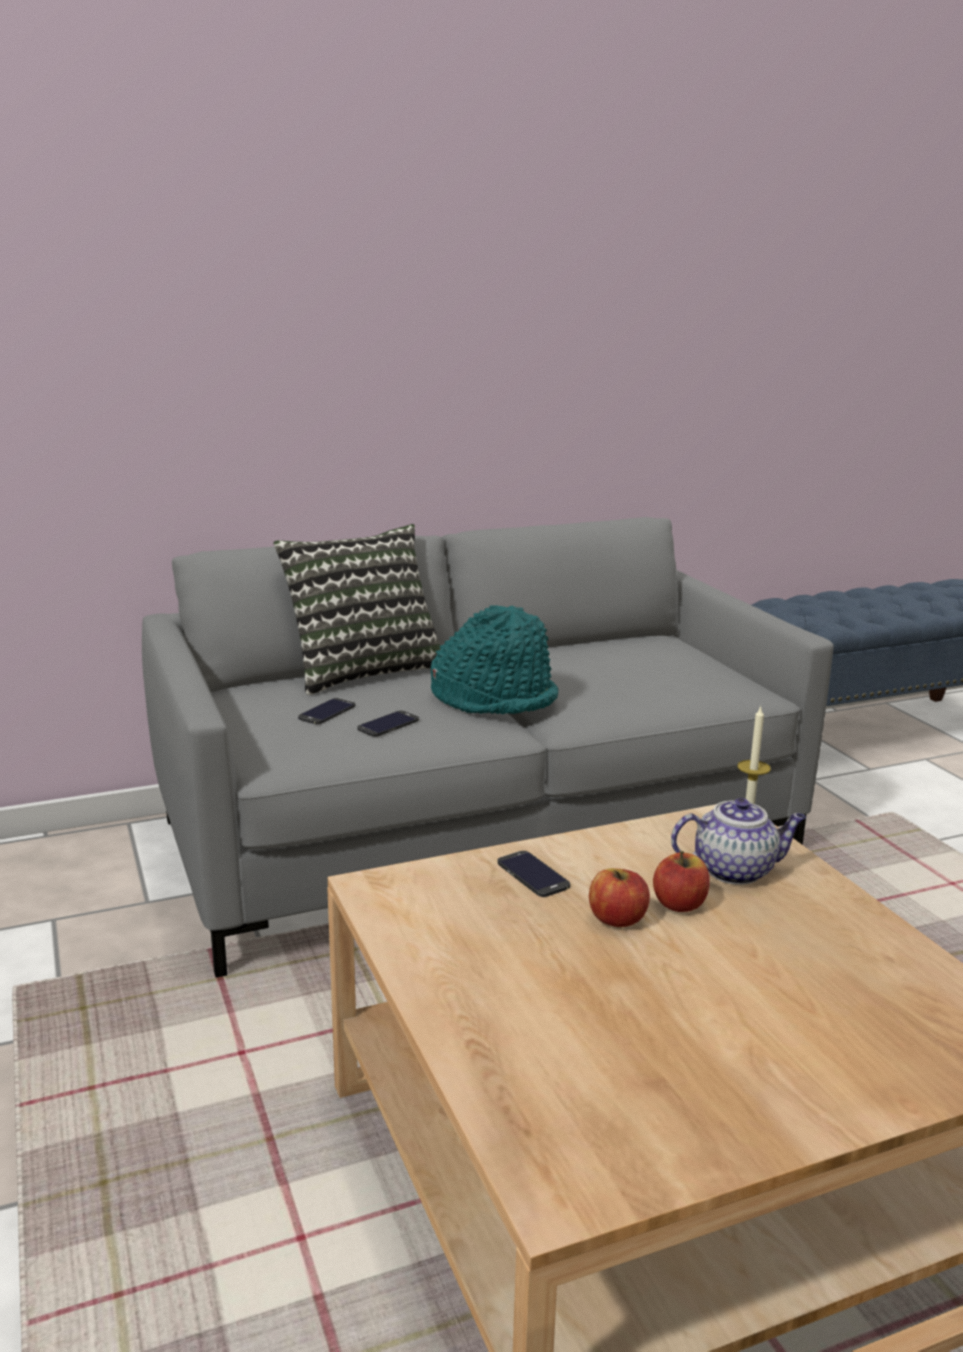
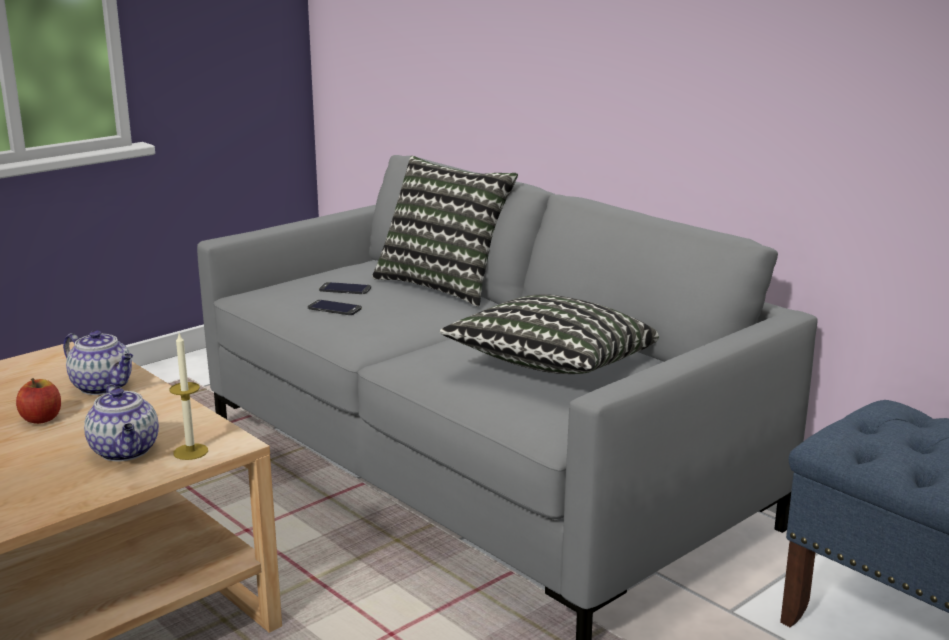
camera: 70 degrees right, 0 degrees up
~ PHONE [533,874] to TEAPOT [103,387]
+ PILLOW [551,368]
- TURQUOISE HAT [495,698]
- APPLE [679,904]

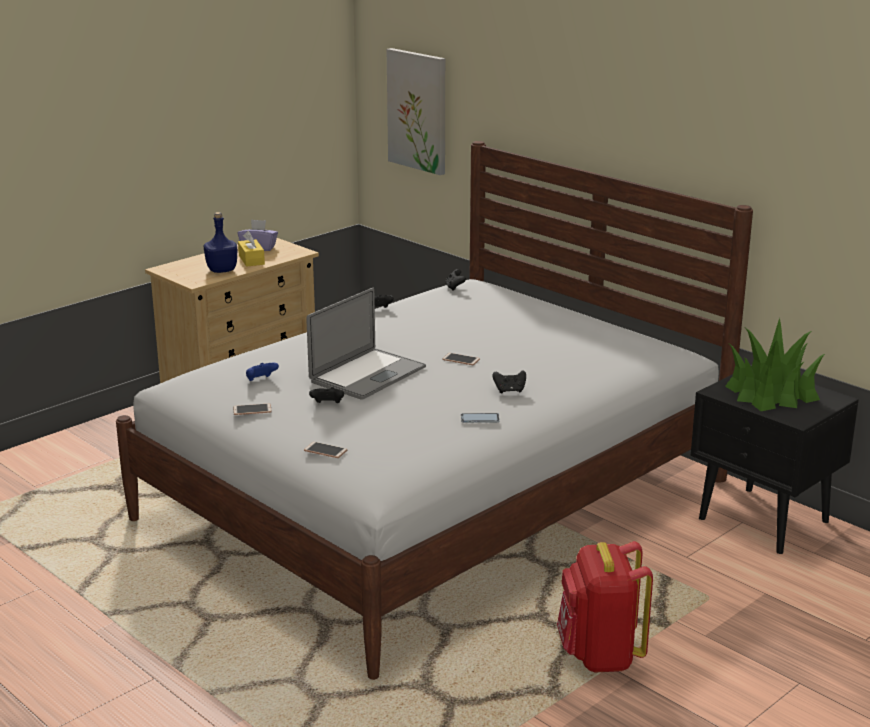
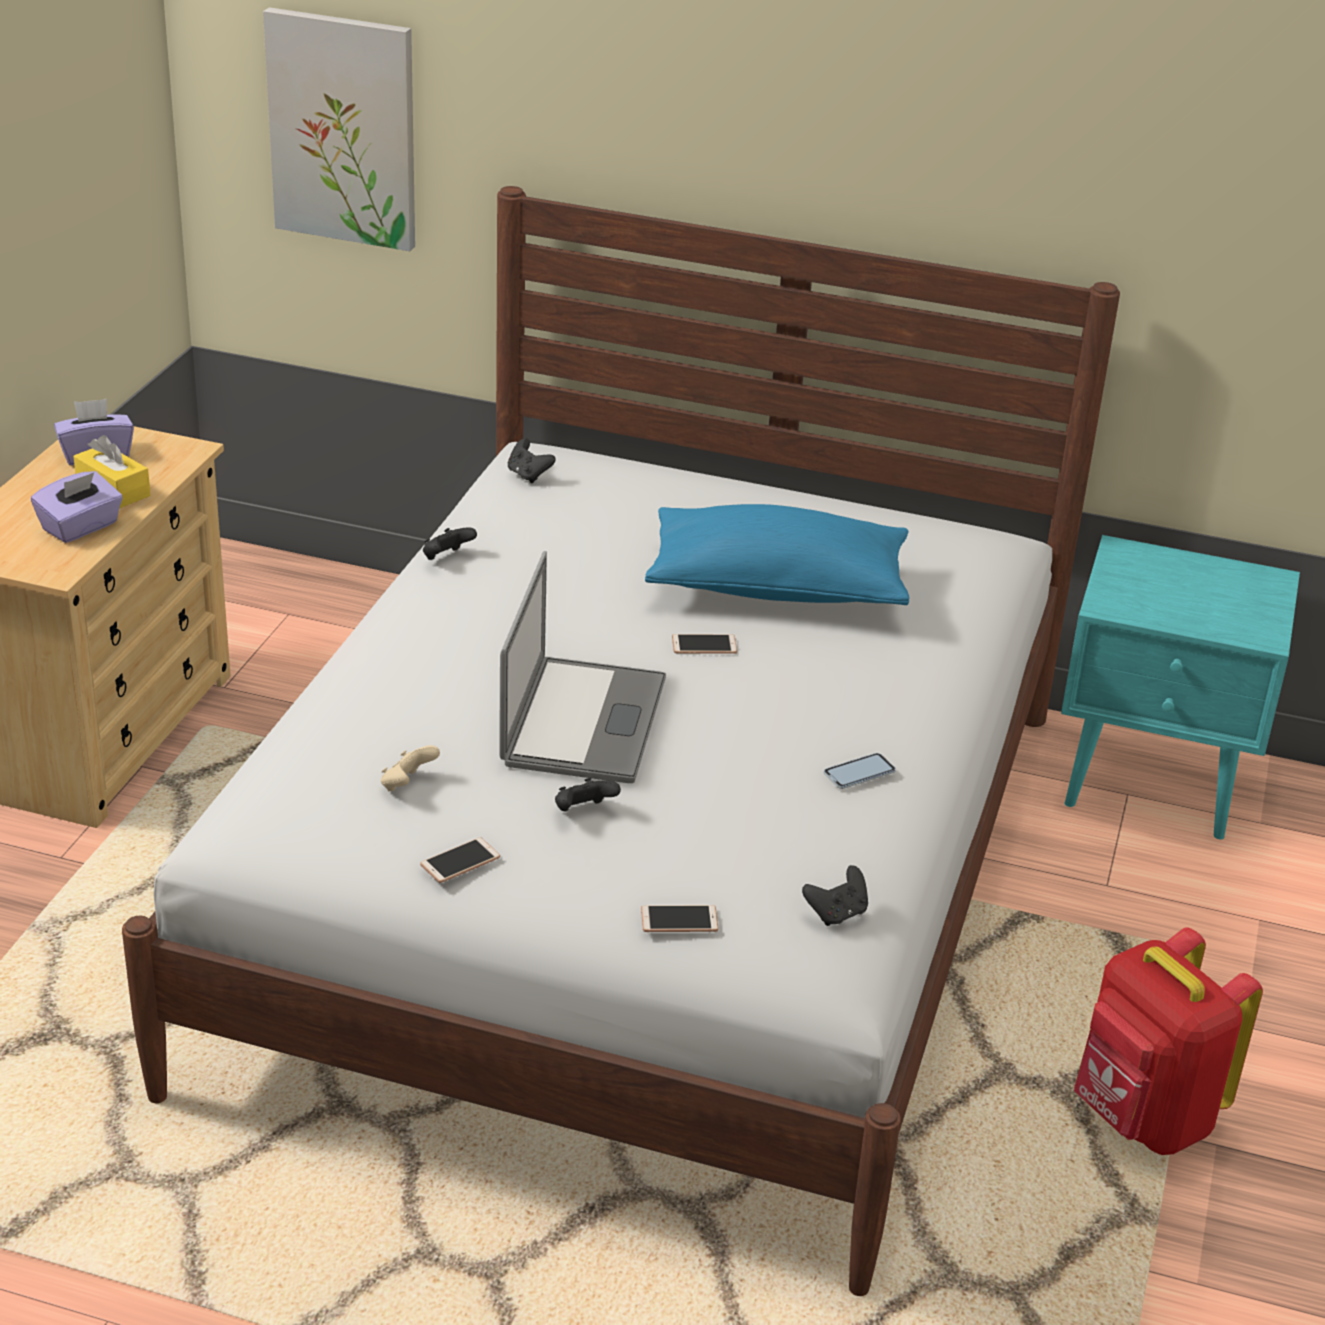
camera: 30 degrees left, 10 degrees up
~ BLUE BOTTLE [222,270] to PURPLE TISSUE BOX [80,527]
~ BLUE GAME CONTROLLER [261,380] to BEIGE GAME CONTROLLER [407,785]
+ BLUE PILLOW [777,588]
~ BLACK GAME CONTROLLER [509,391] to [837,913]
~ BLACK NIGHTSTAND [764,521] to TURQUOISE NIGHTSTAND [1154,783]
- POTTED PLANT [770,393]

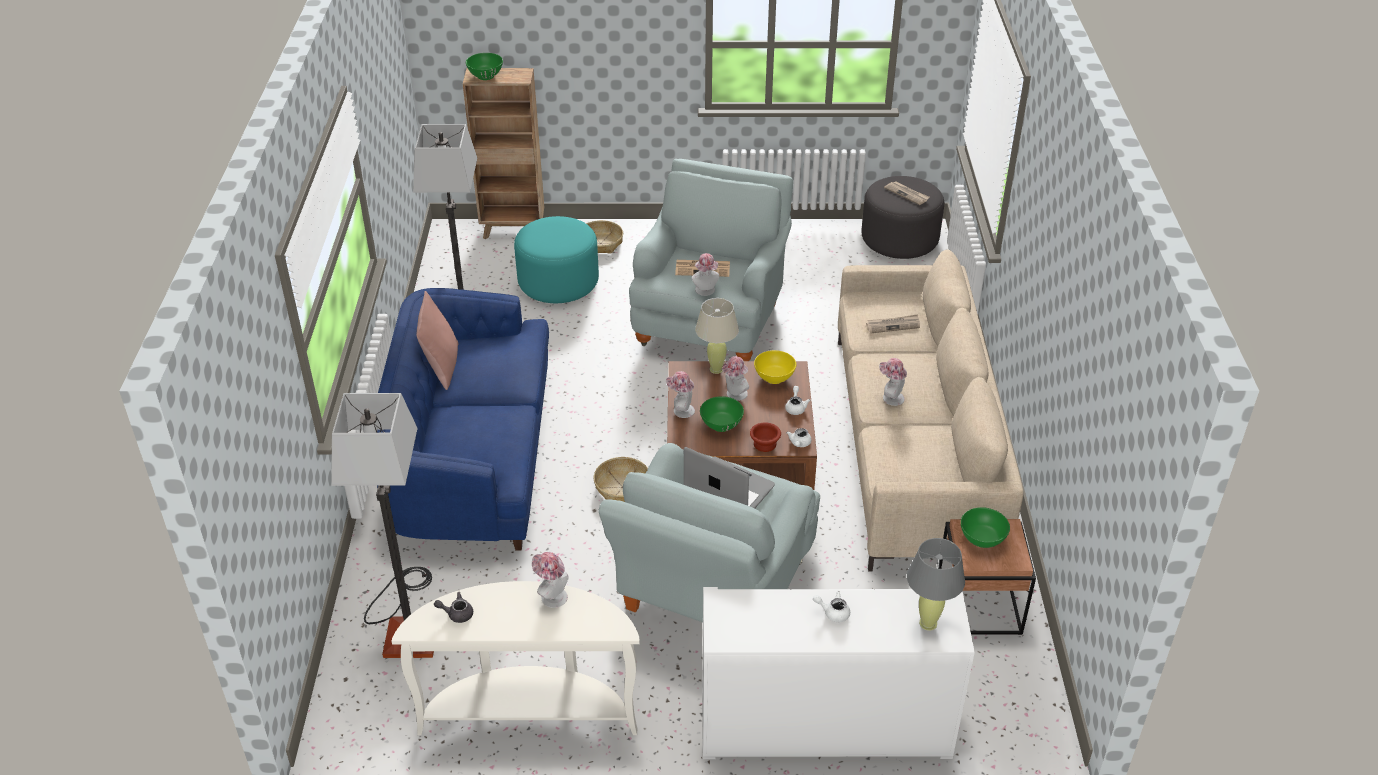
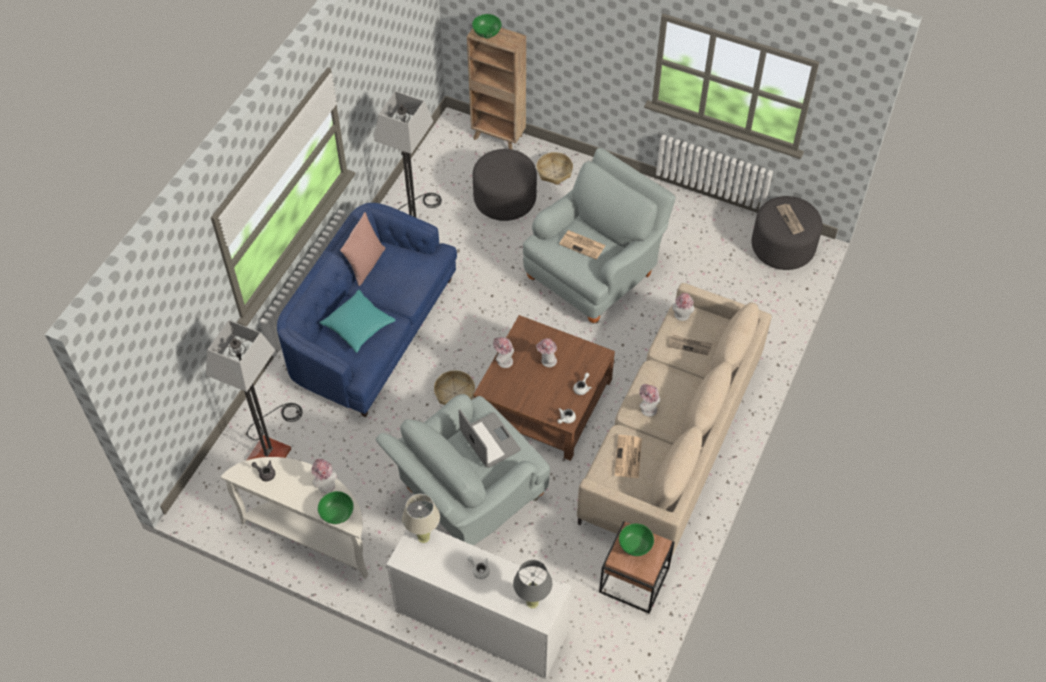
camera: 25 degrees right, 15 degrees up
~ GREEN BOWL [721,425] to [337,514]
+ TURQUOISE PILLOW [358,326]
~ BEIGE TABLE LAMP [716,369] to [423,537]
~ TURQUOISE OTTOMAN [558,283] to GREY OTTOMAN [504,199]
+ NEWSPAPER [628,457]
~ HAT [706,291] to [682,316]
- BROWN BOWL [765,445]
- YELLOW BOWL [774,378]

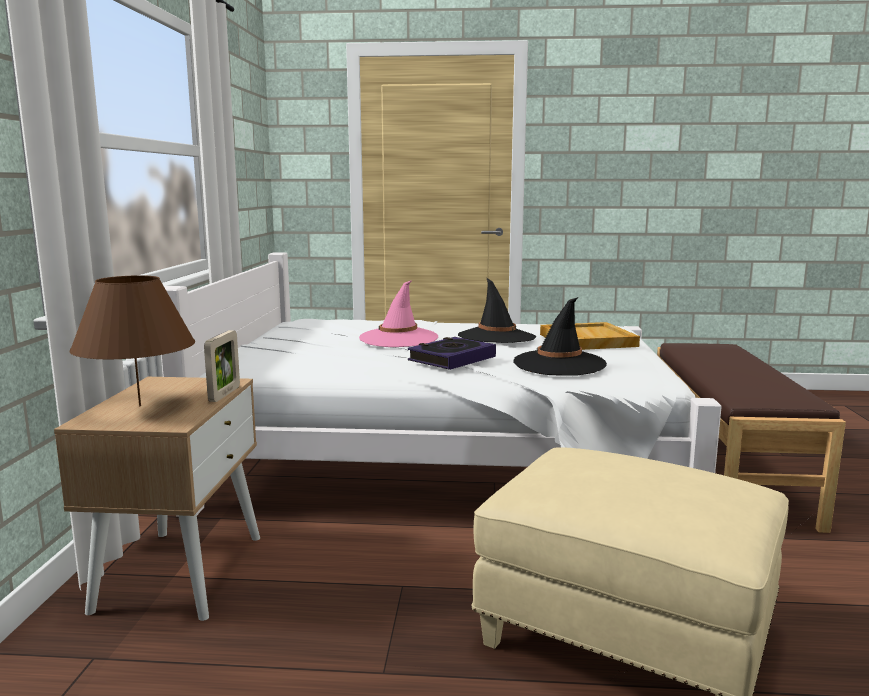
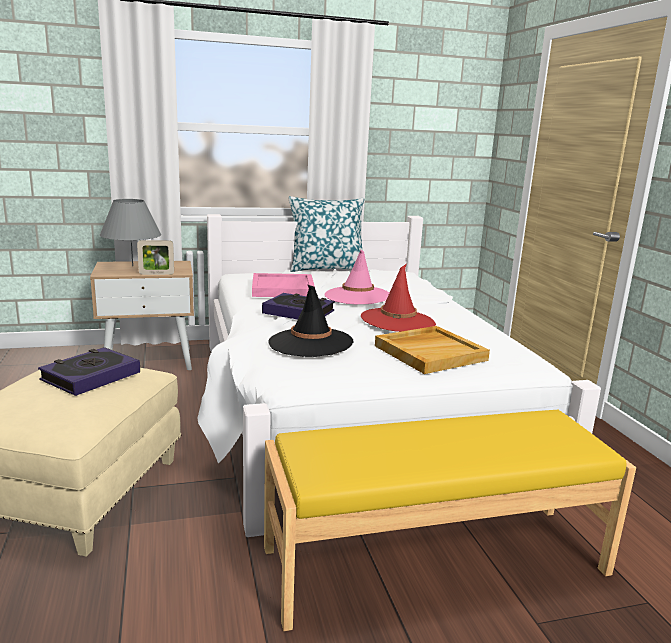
camera: 70 degrees right, 5 degrees up
+ BOOK [90,376]
~ BROWN TABLE LAMP [140,406] to GREY TABLE LAMP [132,266]
+ PINK TRAY [283,289]
~ BROWN BENCH [723,469] to YELLOW BENCH [434,559]
+ PILLOW [326,268]
~ BLACK HAT [496,337] to RED HAT [398,321]

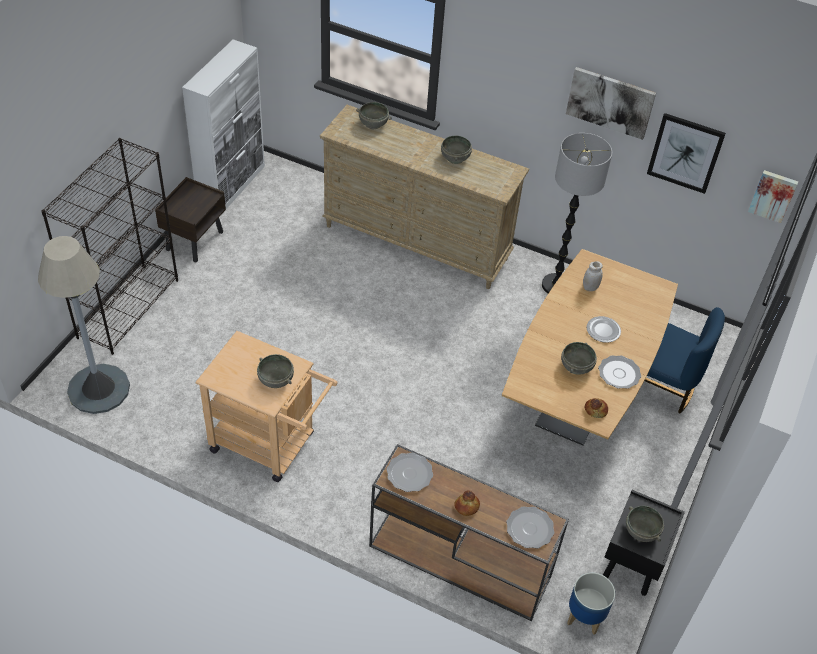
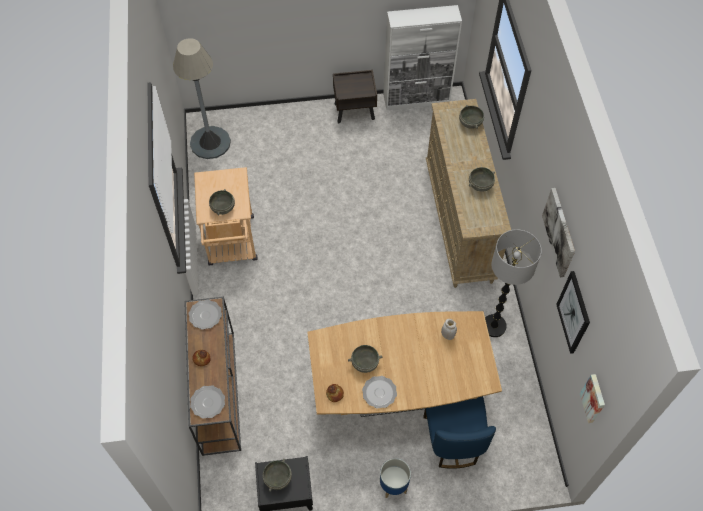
camera: 60 degrees right, 10 degrees up
~ PLANTER [585,617] to [394,485]
- BLACK BOOKCASE [128,308]
- PLATE [603,331]

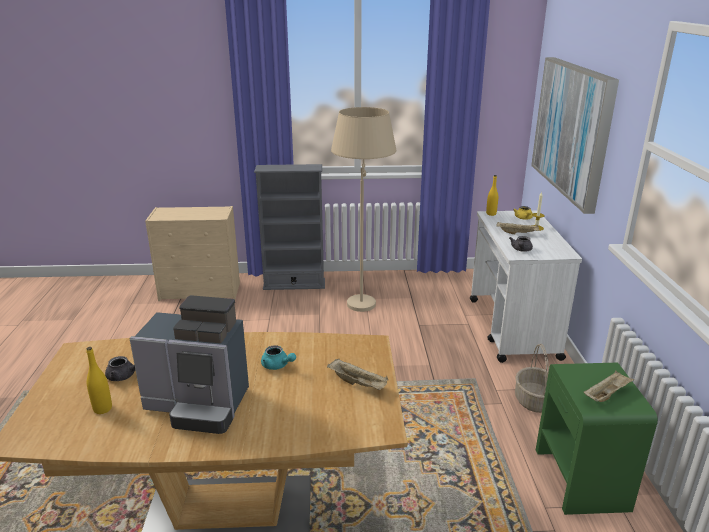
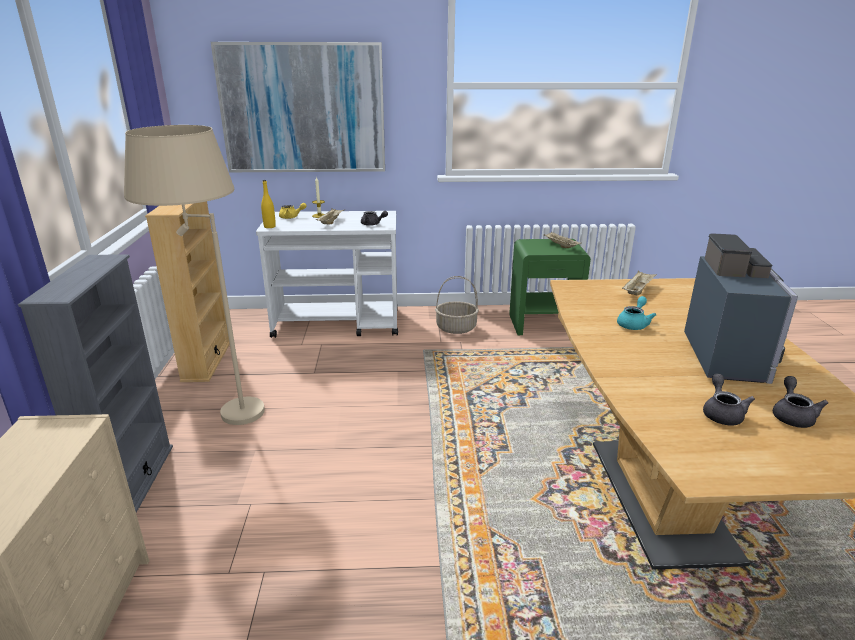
camera: 90 degrees left, 0 degrees up
+ BEIGE BOOKCASE [206,361]
~ YELLOW BOTTLE [102,409] to GREY TEAPOT [792,415]

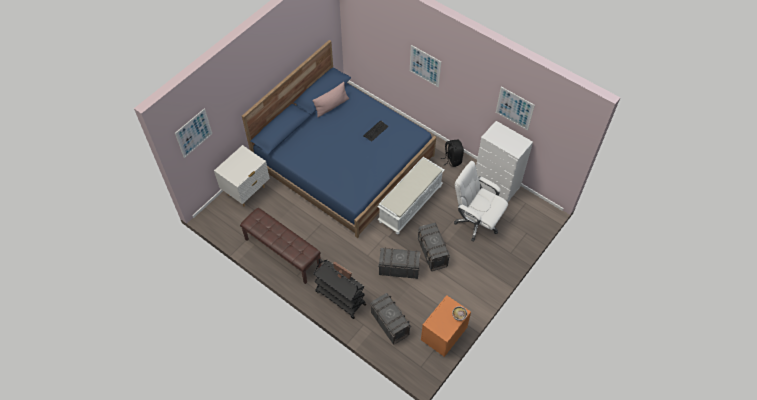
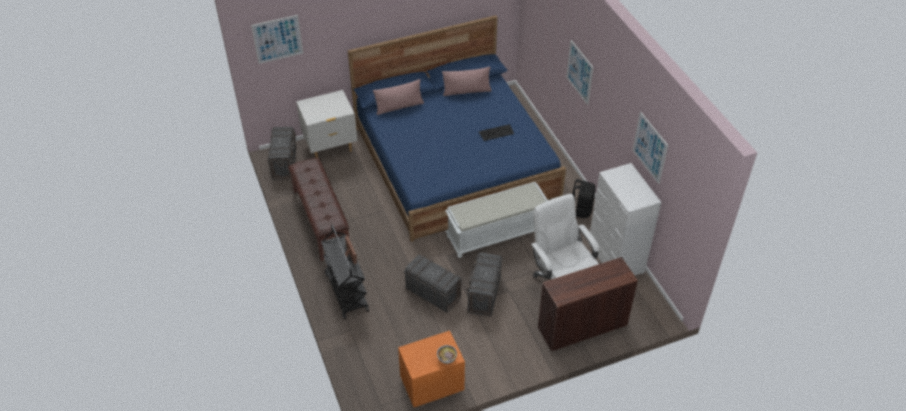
camera: 30 degrees right, 10 degrees down
~ GREY STORAGE BOX [390,324] to [284,163]
+ PINK PILLOW [399,107]
+ BROWN DESK [581,325]

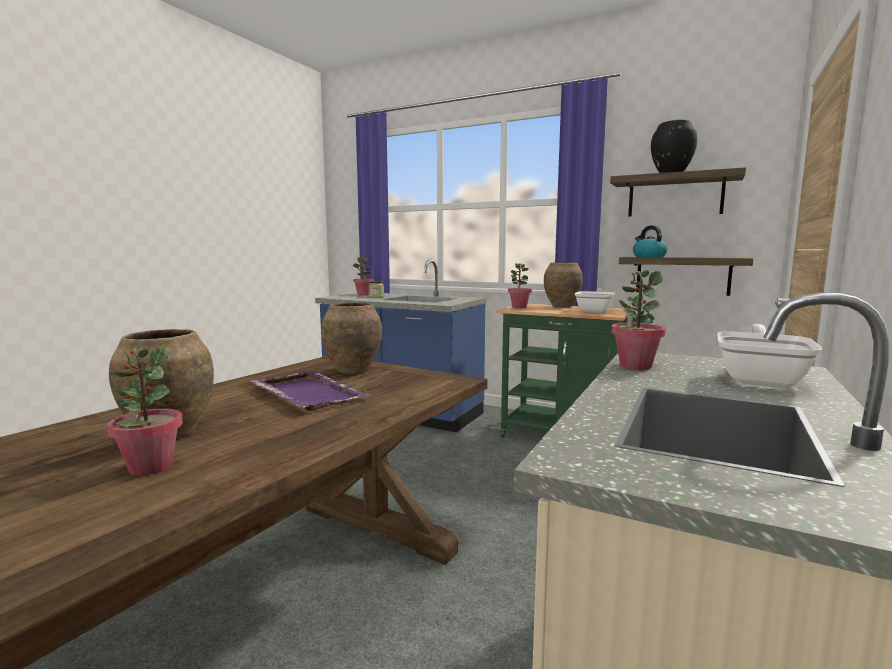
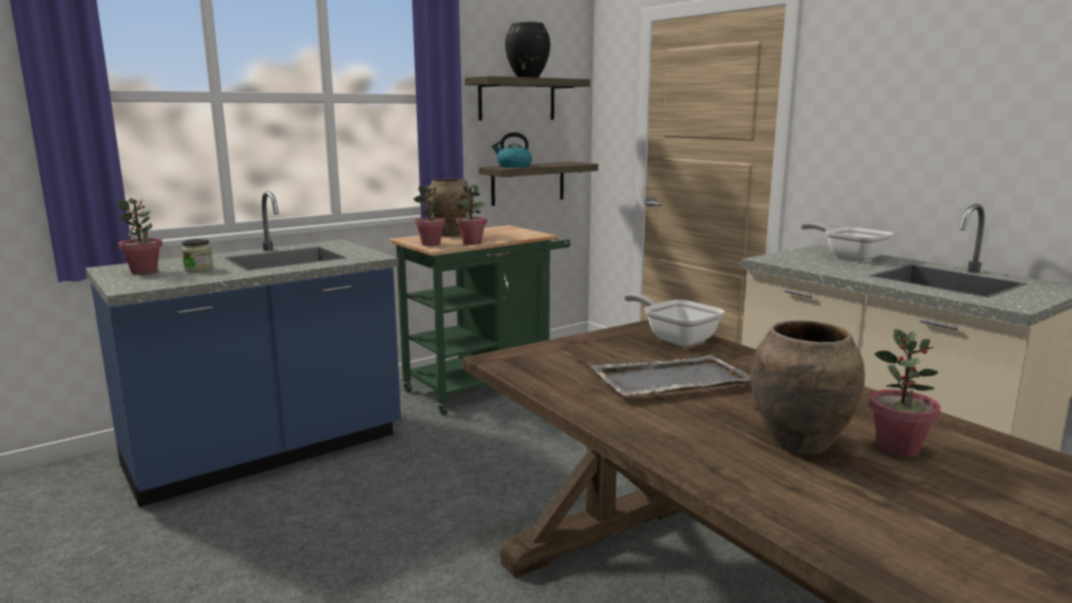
camera: 65 degrees left, 5 degrees up
~ POTTED PLANT [635,366] to [471,243]
~ PURPLE TRAY [308,393] to GREY TRAY [669,380]
~ FRYING PAN [595,311] to [675,338]
- BROWN VASE [352,371]

